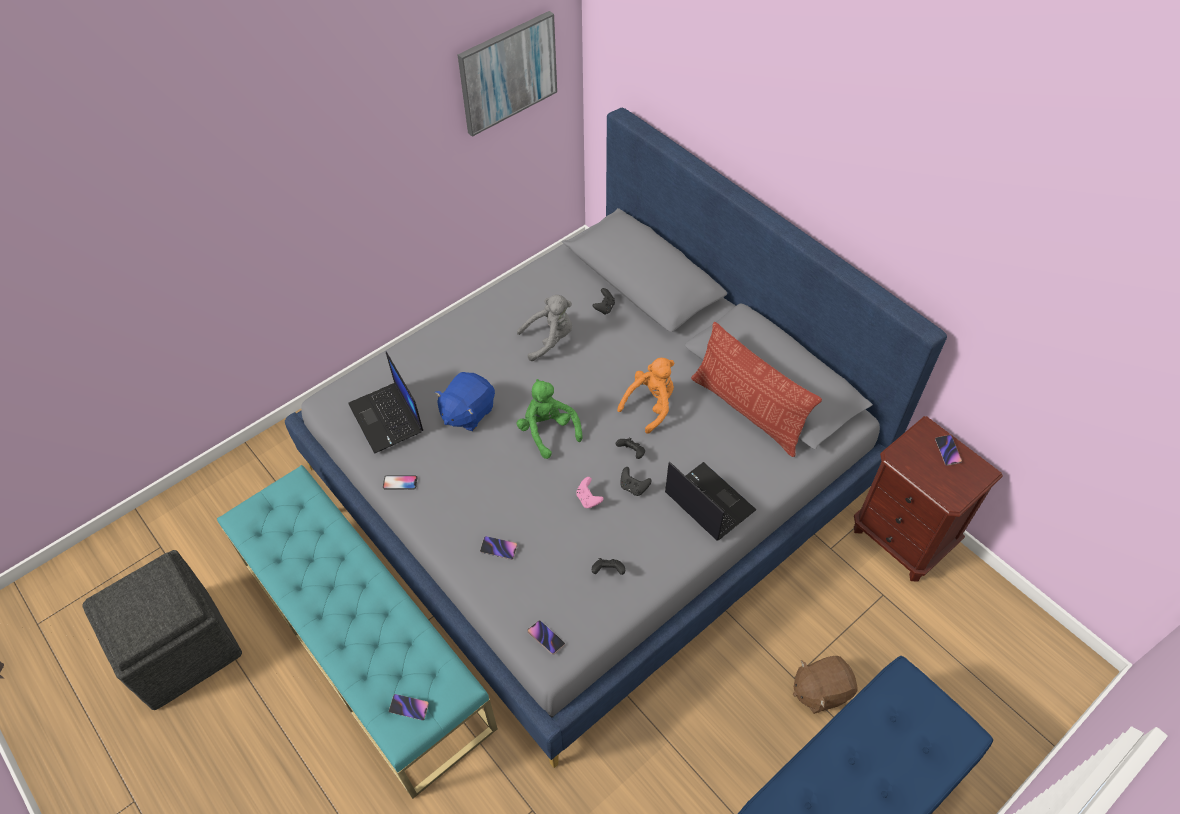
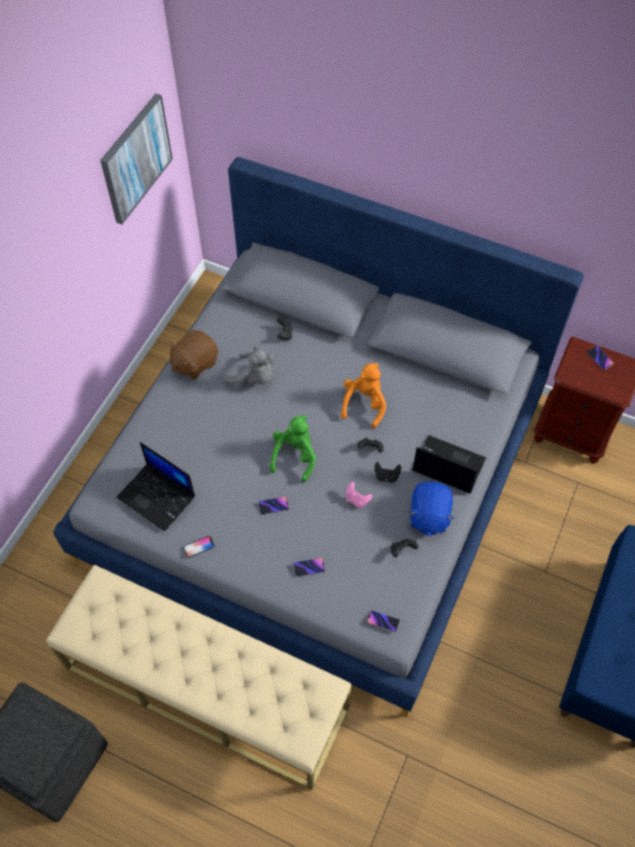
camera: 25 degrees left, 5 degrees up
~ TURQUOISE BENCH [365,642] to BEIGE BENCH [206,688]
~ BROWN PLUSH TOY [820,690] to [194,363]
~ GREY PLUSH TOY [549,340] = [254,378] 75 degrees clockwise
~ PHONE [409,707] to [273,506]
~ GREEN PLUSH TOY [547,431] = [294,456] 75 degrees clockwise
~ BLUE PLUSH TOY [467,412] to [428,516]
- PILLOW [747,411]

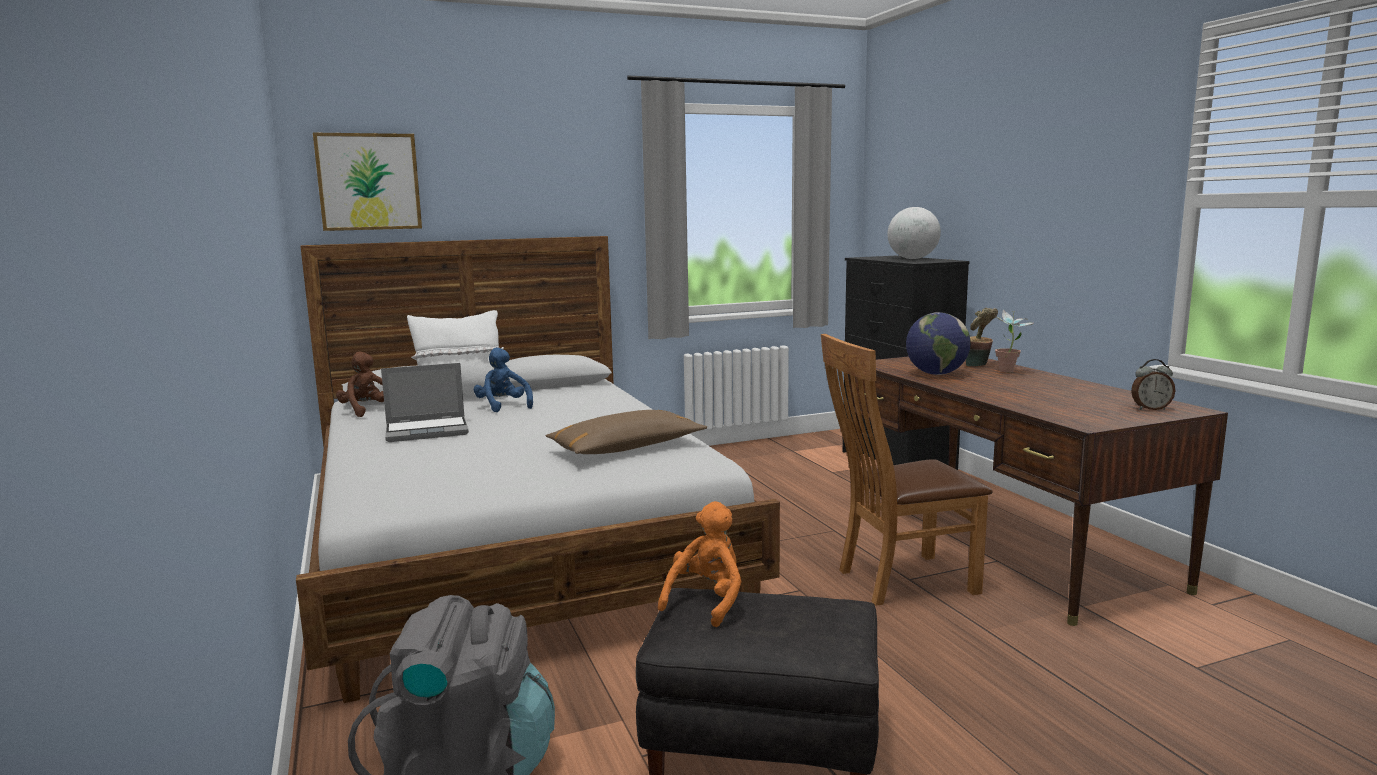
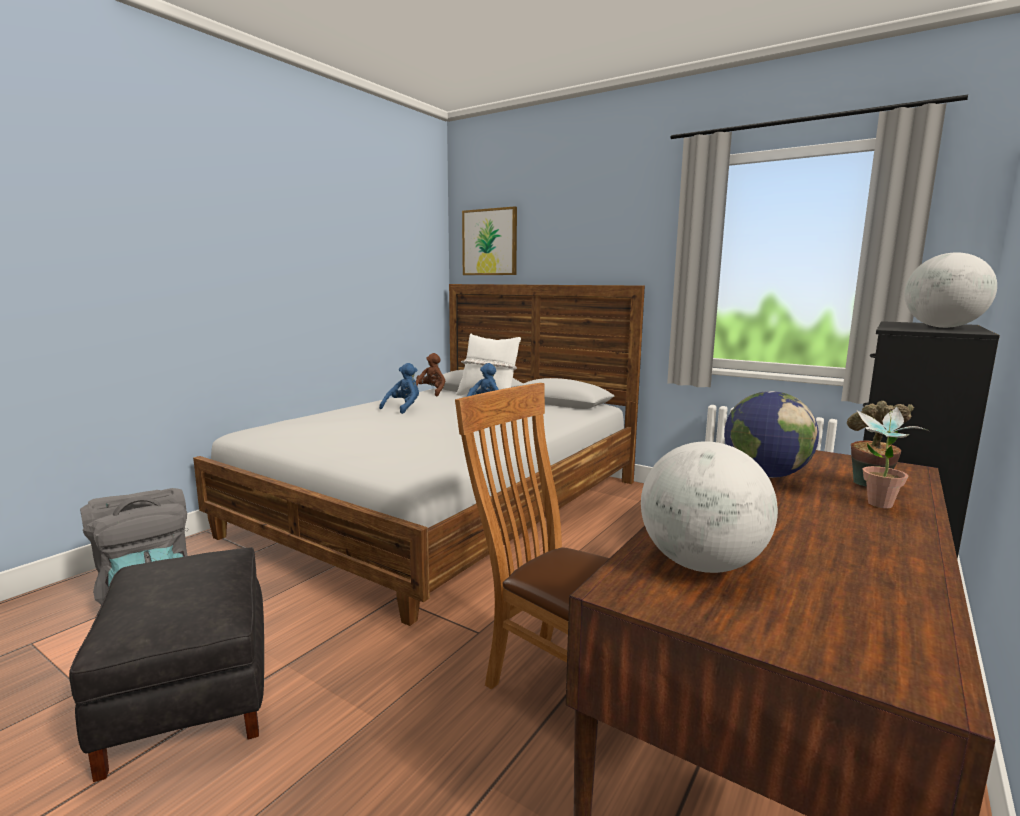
camera: 55 degrees right, 0 degrees up
~ LAPTOP [428,431] to BLUE PLUSH TOY [403,408]
+ GLOBE [701,564]
- BROWN PILLOW [626,448]
- ORANGE PLUSH TOY [707,601]
- ALARM CLOCK [1150,409]

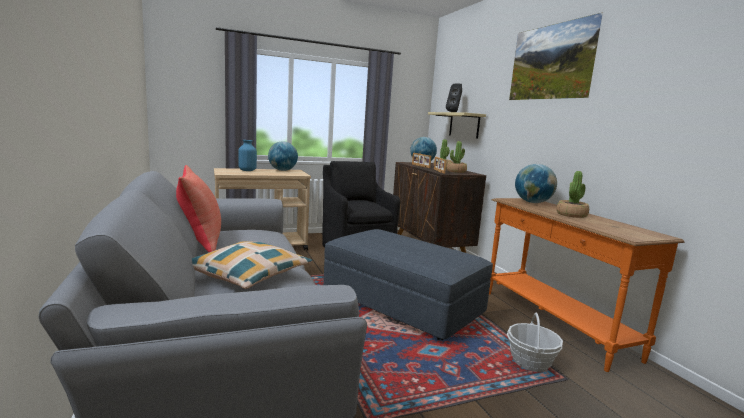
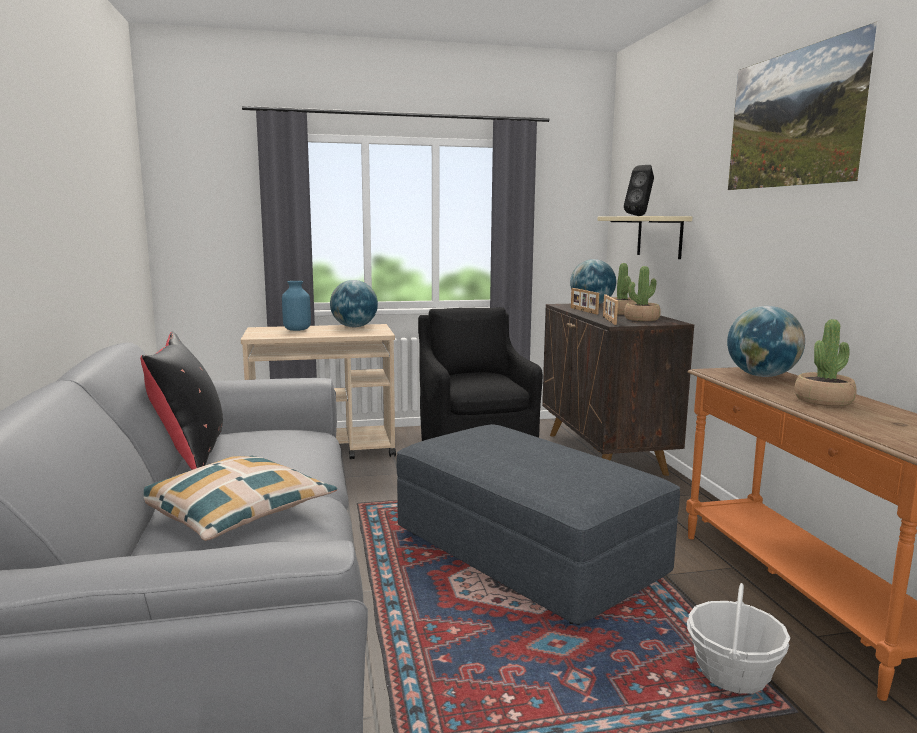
camera: 10 degrees right, 0 degrees up
~ RED PILLOW [200,241] to BLACK PILLOW [190,452]

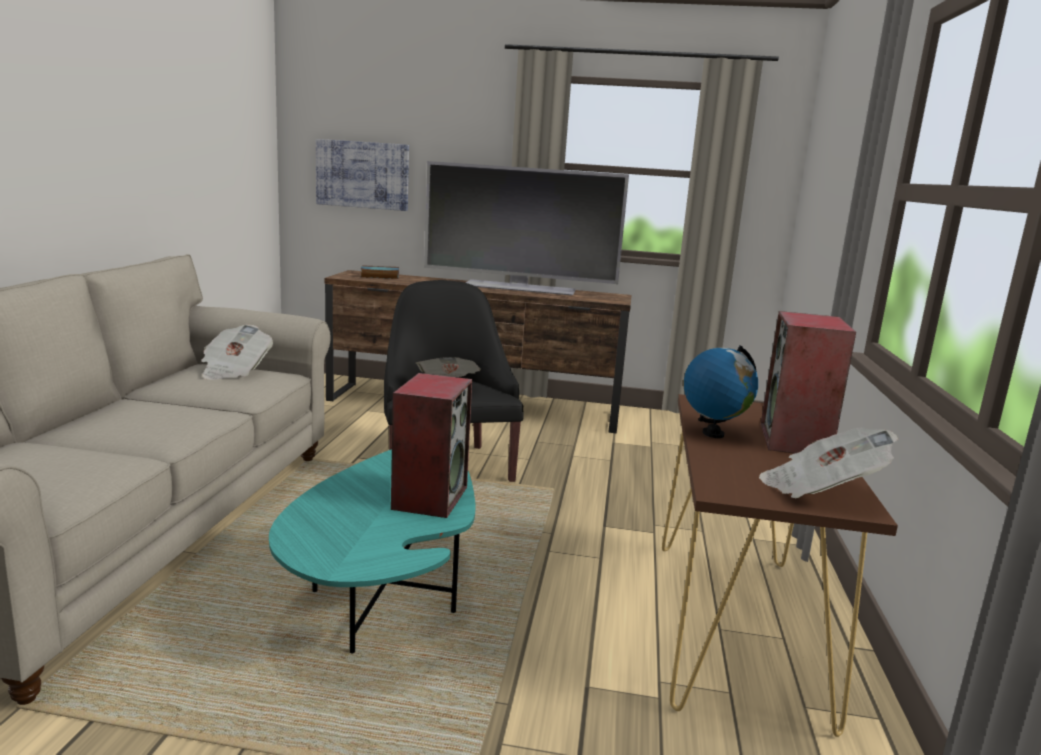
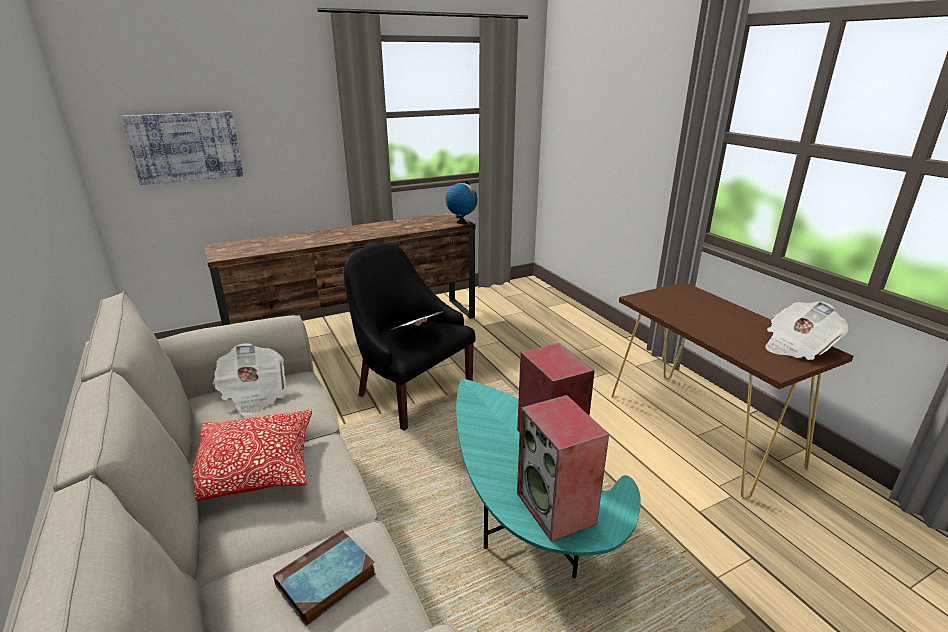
camera: 35 degrees left, 10 degrees up
+ PILLOW [254,468]
~ BOOK [379,276] to [325,581]
~ GLOBE [713,434] to [461,222]
~ SPEAKER [795,441] to [557,508]
- TELEVISION [520,287]

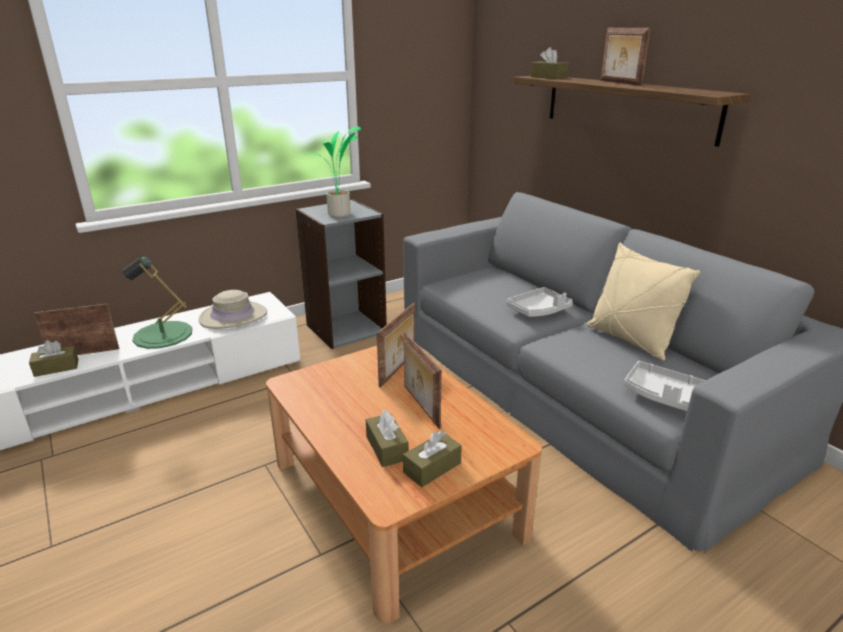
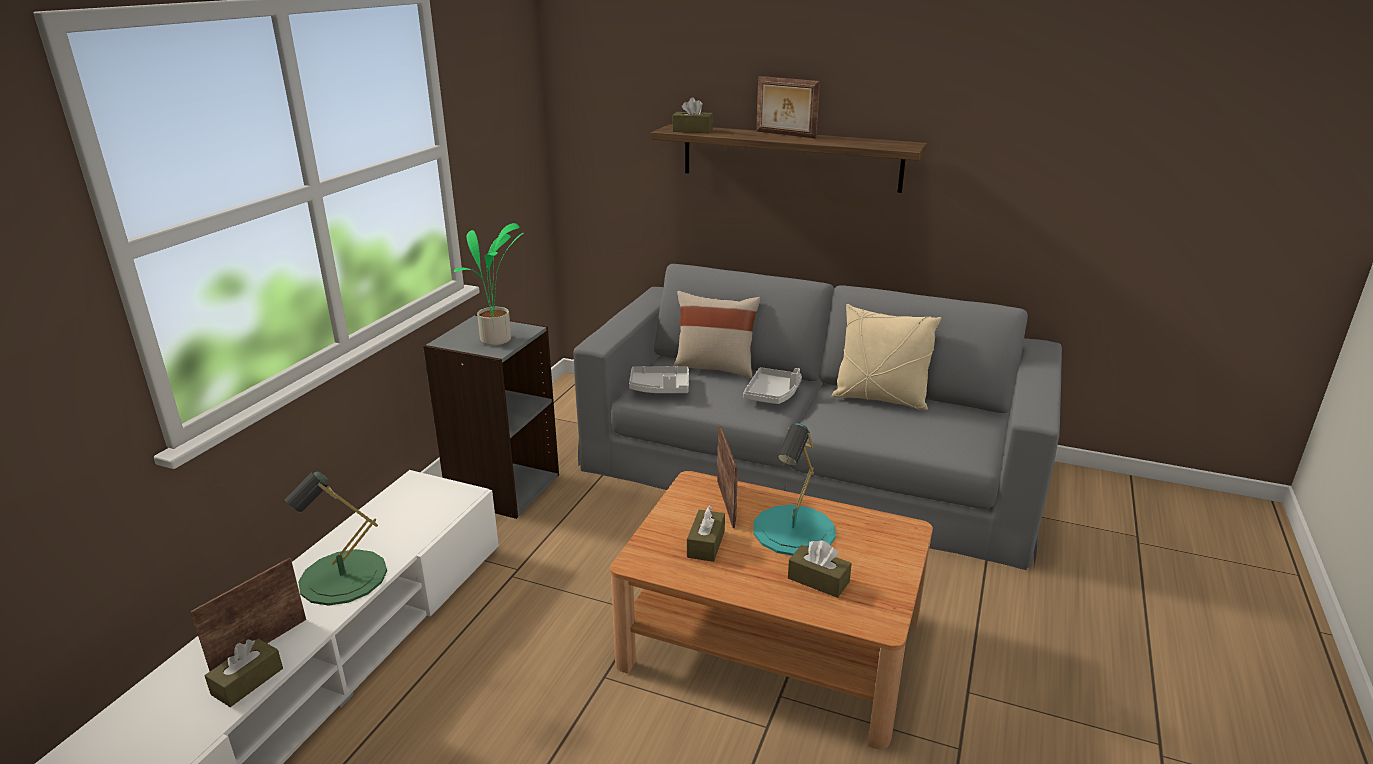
camera: 35 degrees left, 0 degrees up
~ GREY TRAY [662,395] to [660,388]
+ BEIGE PILLOW [715,368]
~ BROWN TISSUE BOX [432,468] to [706,544]
~ PICTURE FRAME [420,406] to TURQUOISE TABLE LAMP [794,530]
- BEIGE HAT [233,316]

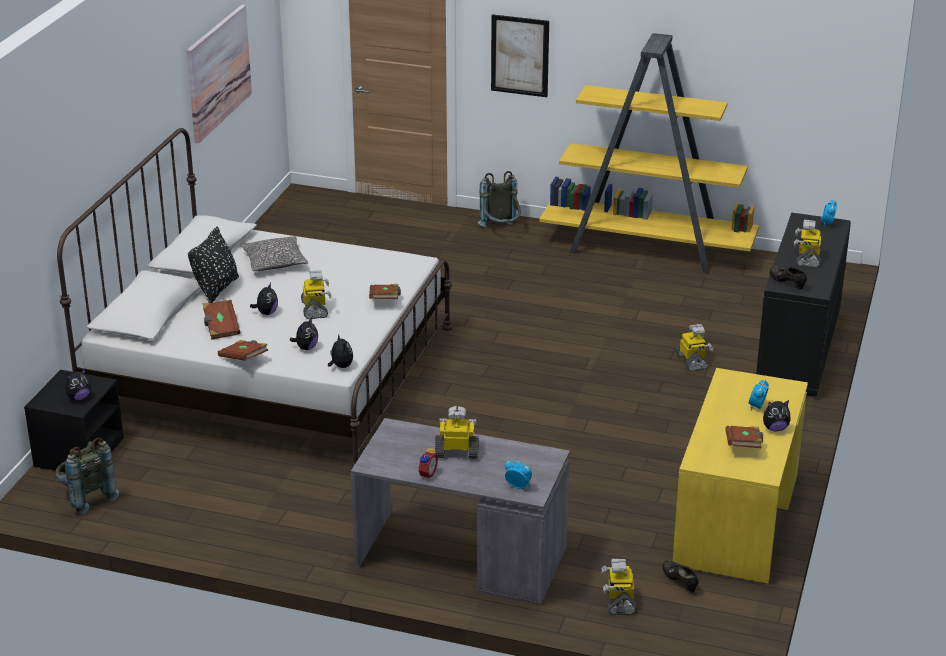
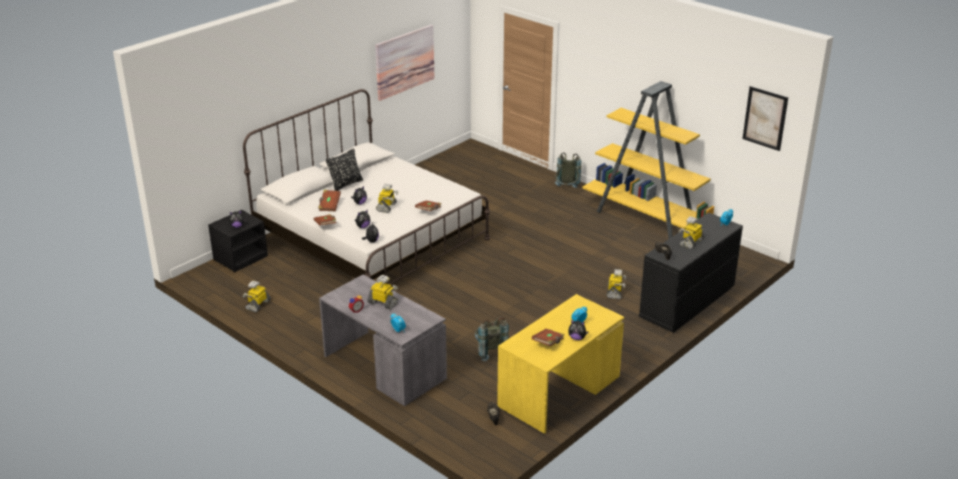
camera: 25 degrees right, 0 degrees up
~ TOY ROBOT [619,600] to [257,305]
~ GREY BACKPACK [85,498] to [490,351]
~ PICTURE [520,55] to [765,118]
- PILLOW [274,262]

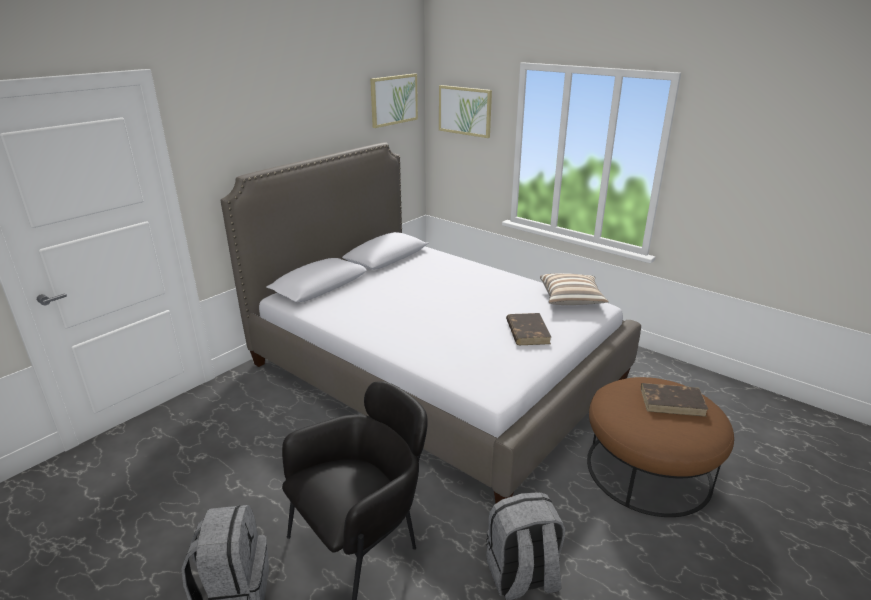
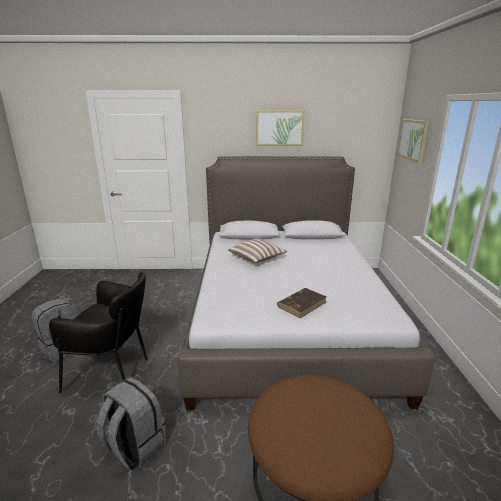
camera: 50 degrees right, 5 degrees down
~ PILLOW [571,299] to [257,259]
~ PICTURE [393,100] to [279,128]
- BROWN BOOK [672,402]

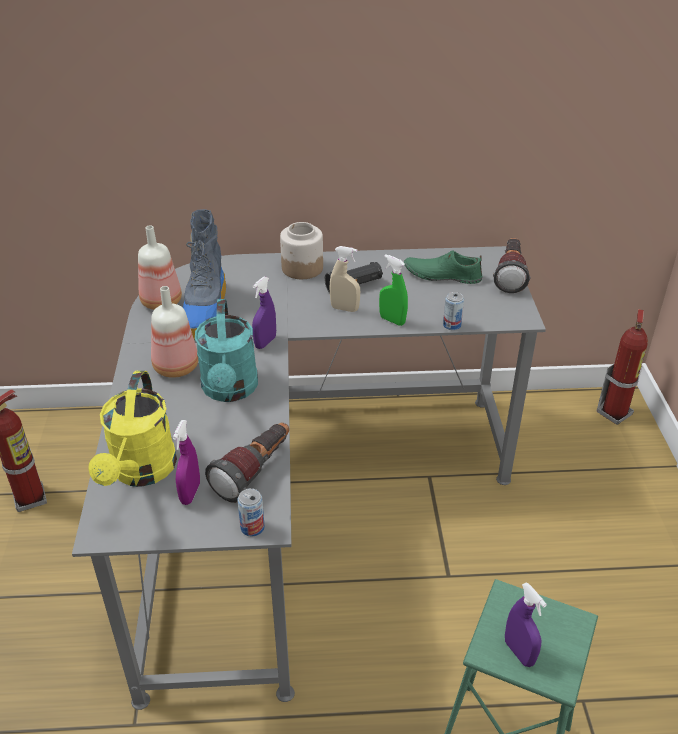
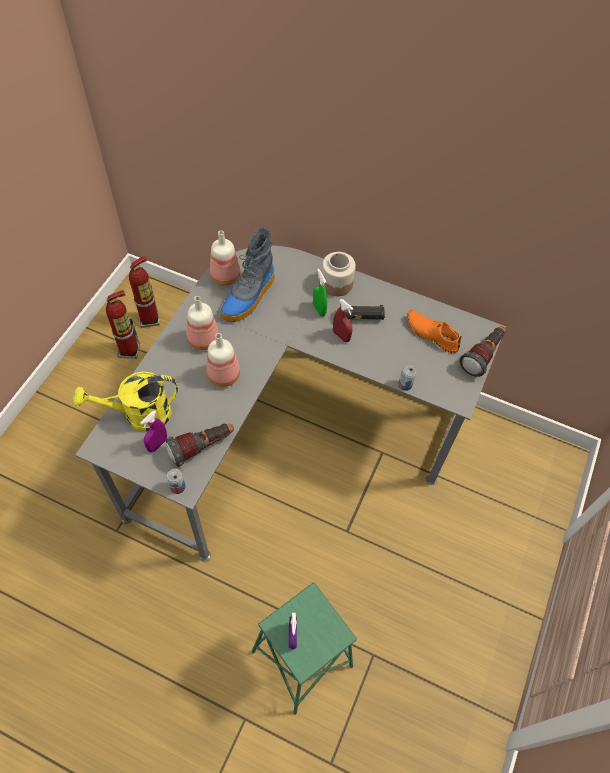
camera: 25 degrees right, 20 degrees up
~ YELLOW WATERING CAN [141,472] = [139,415] 45 degrees clockwise
~ FIRE EXTINGUISHER [614,413] to [150,319]
~ TURQUOISE WATERING CAN [230,390] to BOTTLE [224,375]
~ GREEN SPRAY BOTTLE [392,320] to [319,309]
~ BEIGE SPRAY BOTTLE [344,309] to RED SPRAY BOTTLE [341,336]
~ GREEN SHOE [442,275] to ORANGE SHOE [432,334]
- PURPLE SPRAY BOTTLE [265,342]

